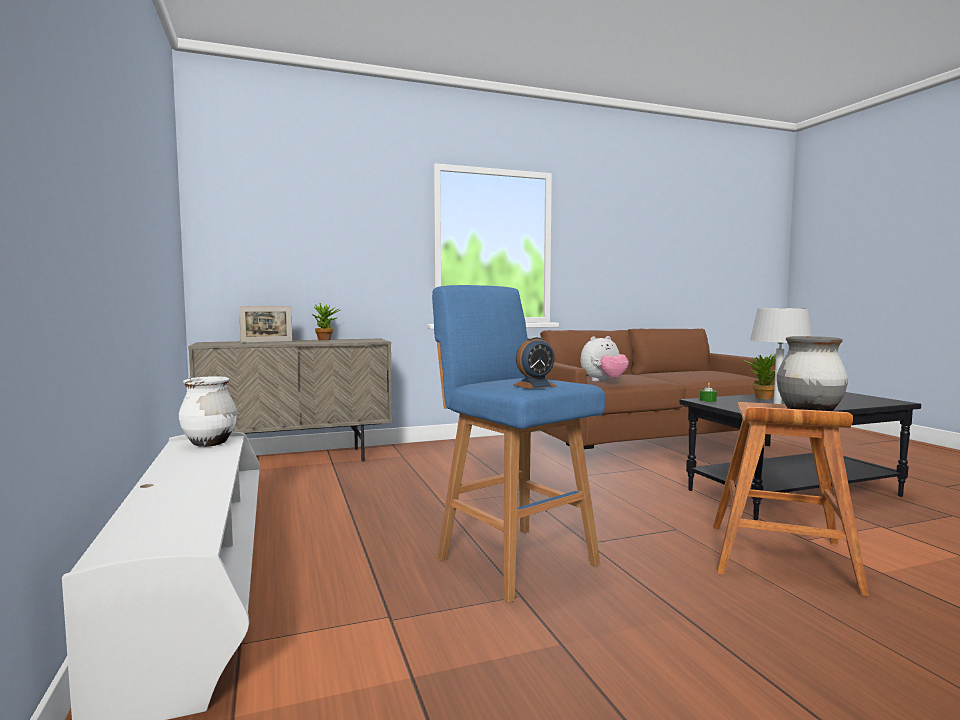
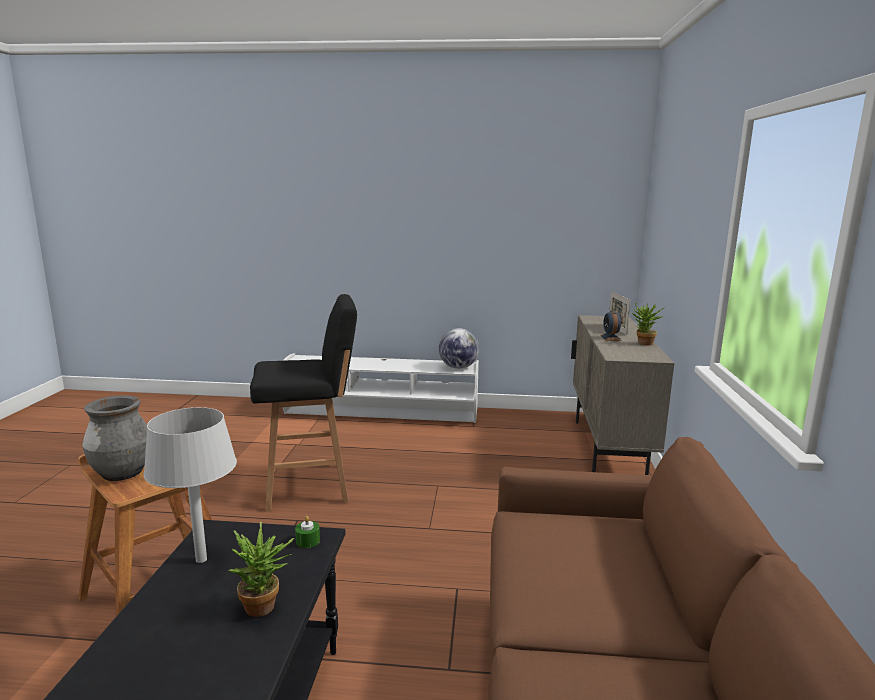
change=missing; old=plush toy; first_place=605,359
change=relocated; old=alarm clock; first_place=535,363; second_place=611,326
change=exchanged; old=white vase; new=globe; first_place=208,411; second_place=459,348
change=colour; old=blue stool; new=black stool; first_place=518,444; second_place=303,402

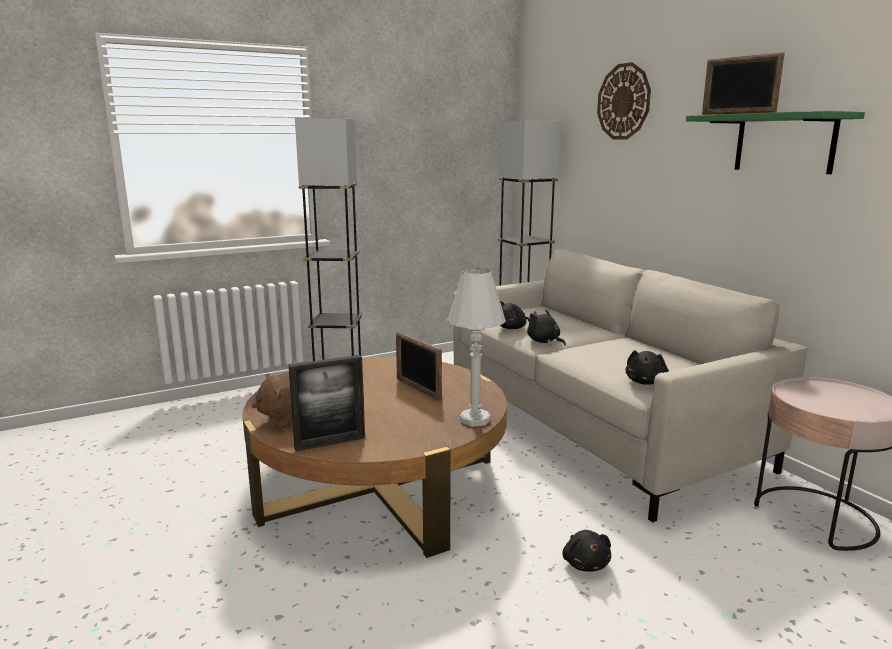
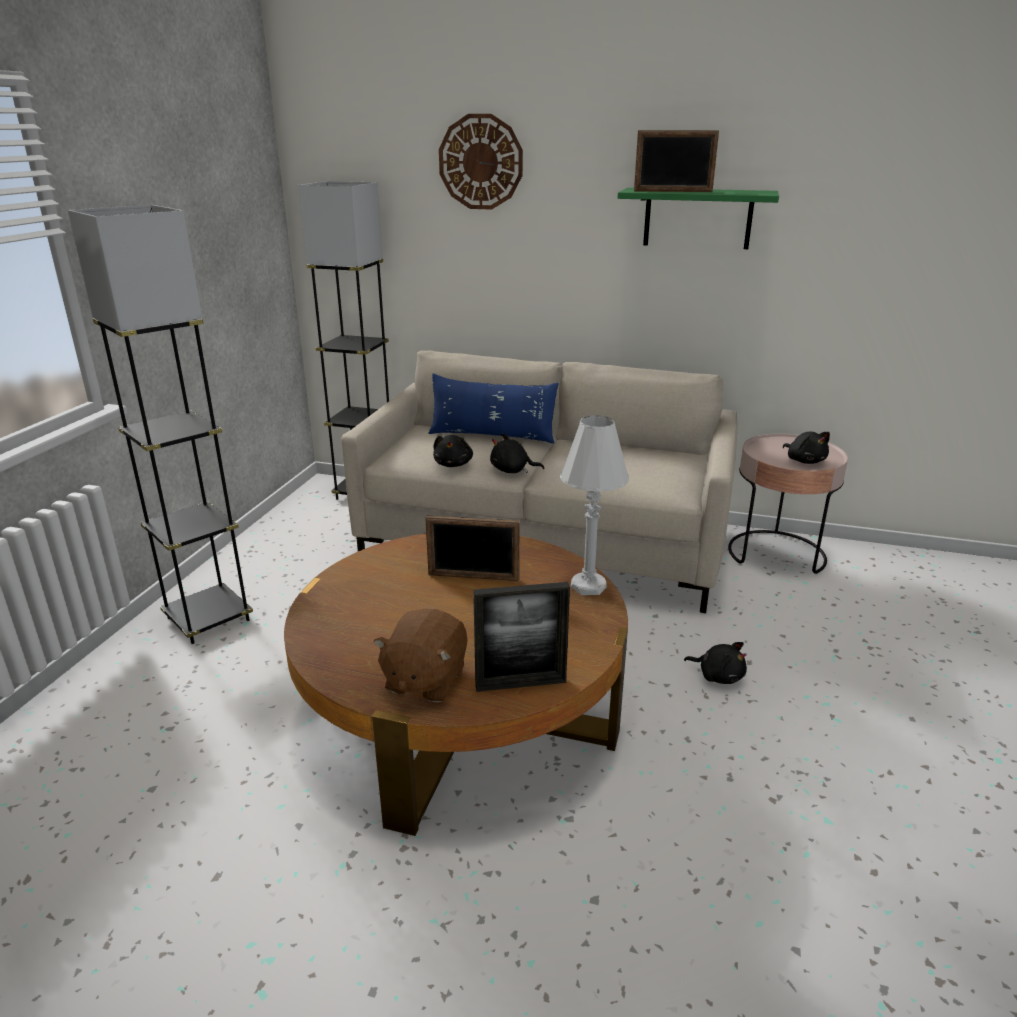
change=appeared; new=blue pillow; second_place=493,408
change=relocated; old=black plush toy; first_place=647,367; second_place=806,448
change=spun; old=picture frame; first_place=326,403; second_place=521,637; degrees=60

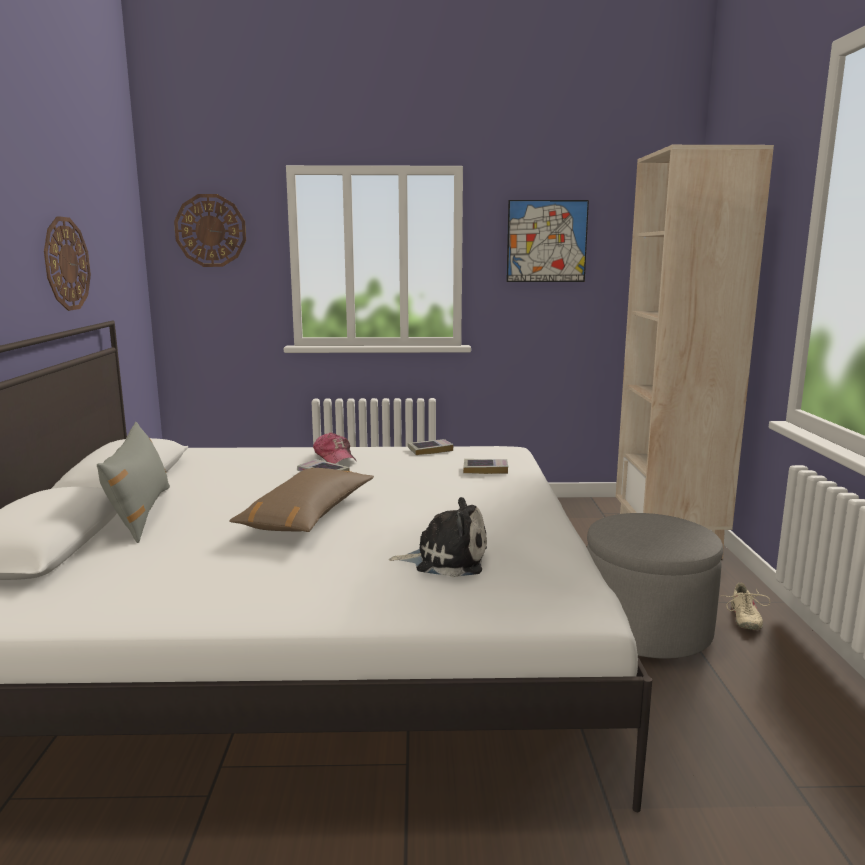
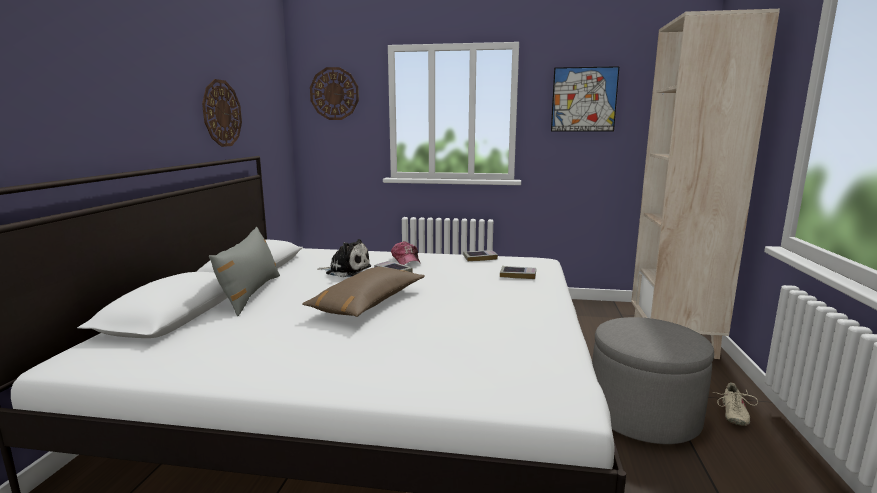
change=relocated; old=plush toy; first_place=438,537; second_place=344,258

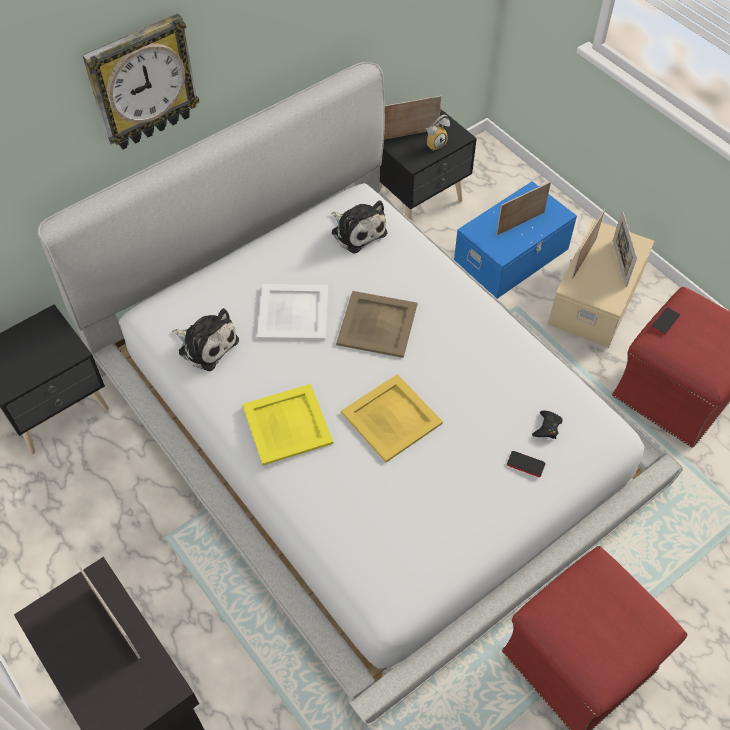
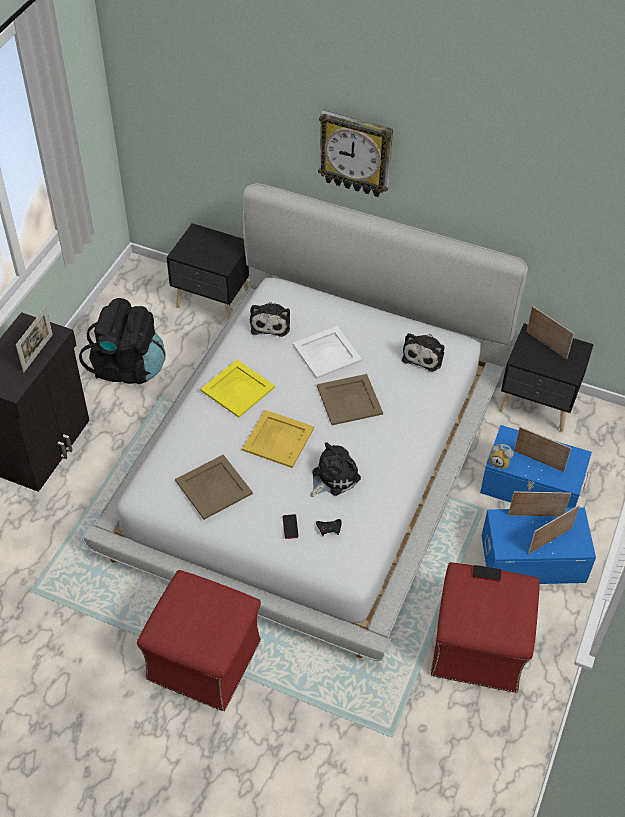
change=appeared; new=black backpack; second_place=122,341
change=appeared; new=beige tray; second_place=214,487
change=appeared; new=plush toy; second_place=335,469
change=relocated; old=alarm clock; first_place=437,133; second_place=502,456
change=colour; old=beige storage box; new=blue storage box; first_place=601,283; second_place=539,545

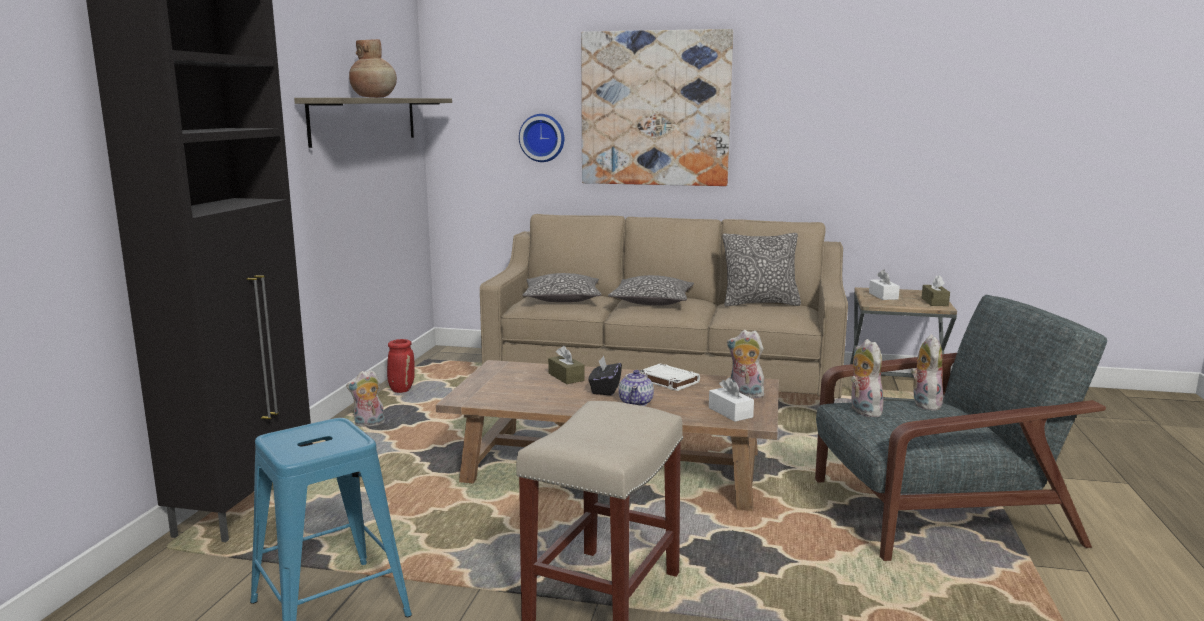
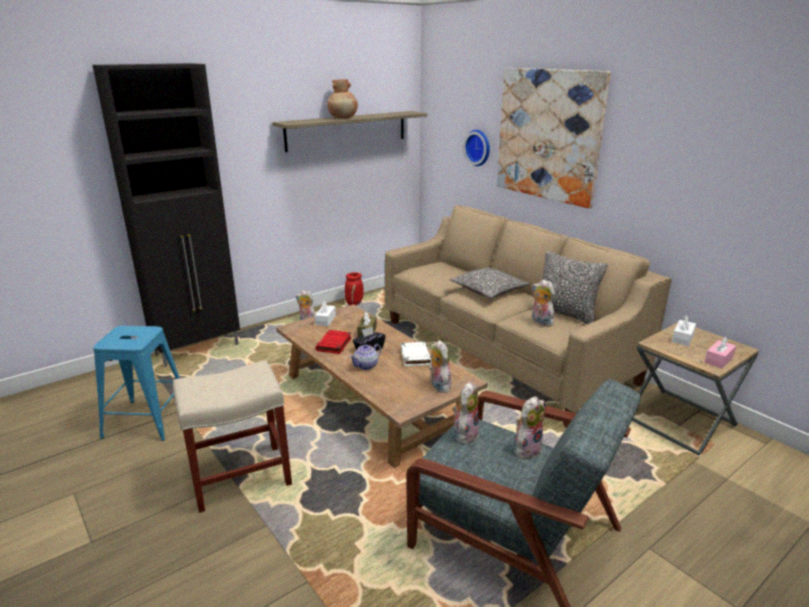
change=missing; old=pillow; first_place=561,288
change=appeared; new=red book; second_place=333,342
change=appeared; new=plush toy; second_place=543,302
change=relocated; old=white tissue box; first_place=731,399; second_place=325,313
change=colour; old=brown tissue box; new=pink tissue box; first_place=936,290; second_place=720,352

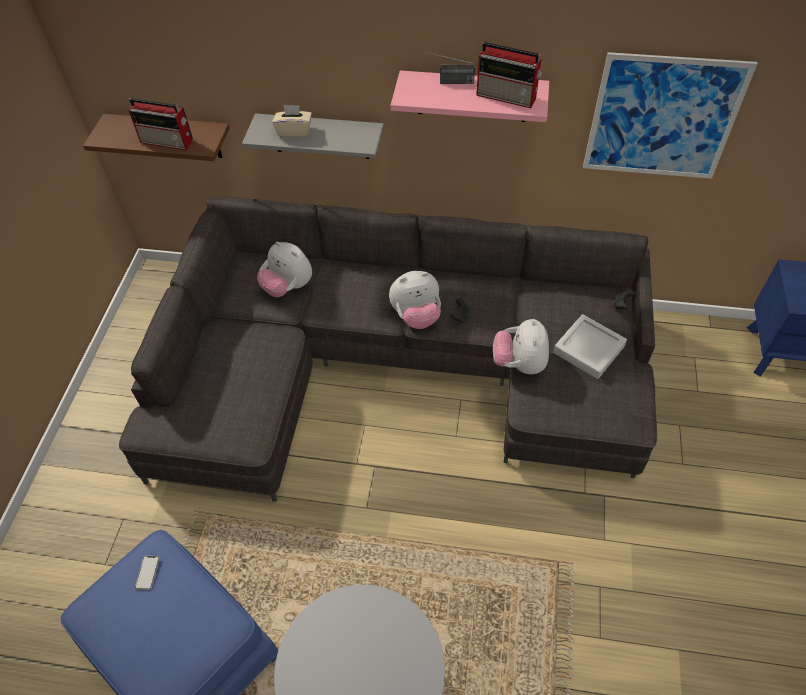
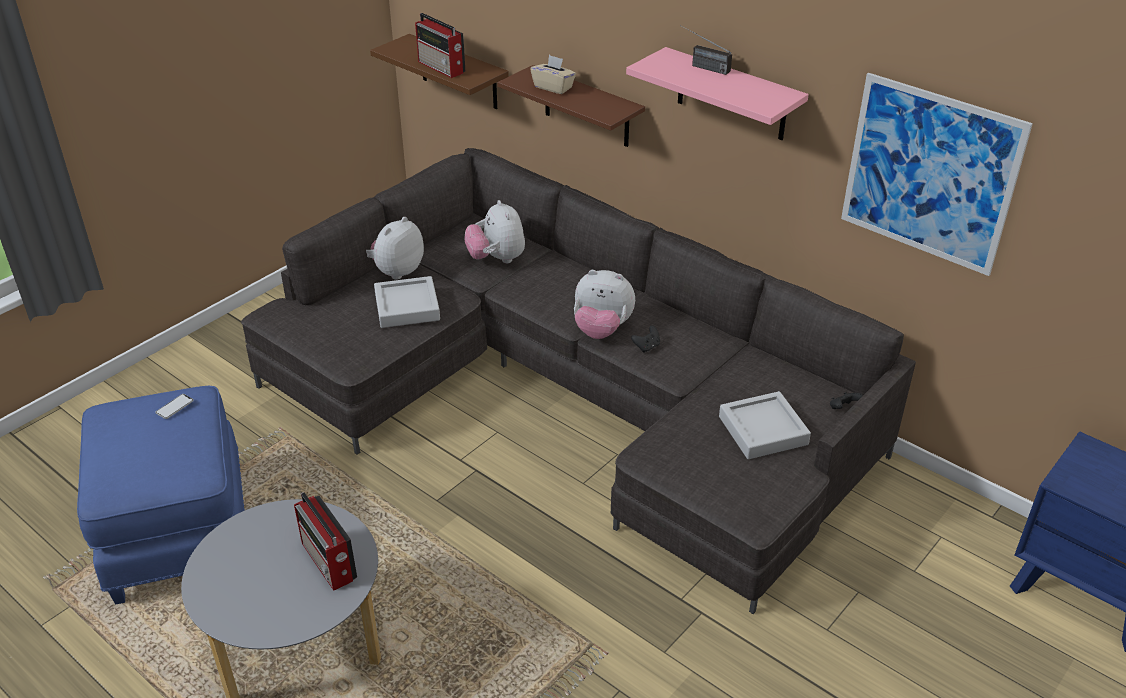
change=appeared; new=grey tray; second_place=407,302
change=relocated; old=radio; first_place=509,75; second_place=325,541
change=relocated; old=plush toy; first_place=521,346; second_place=395,248
change=colour; old=grey shelf; new=brown shelf; first_place=313,136; second_place=571,106

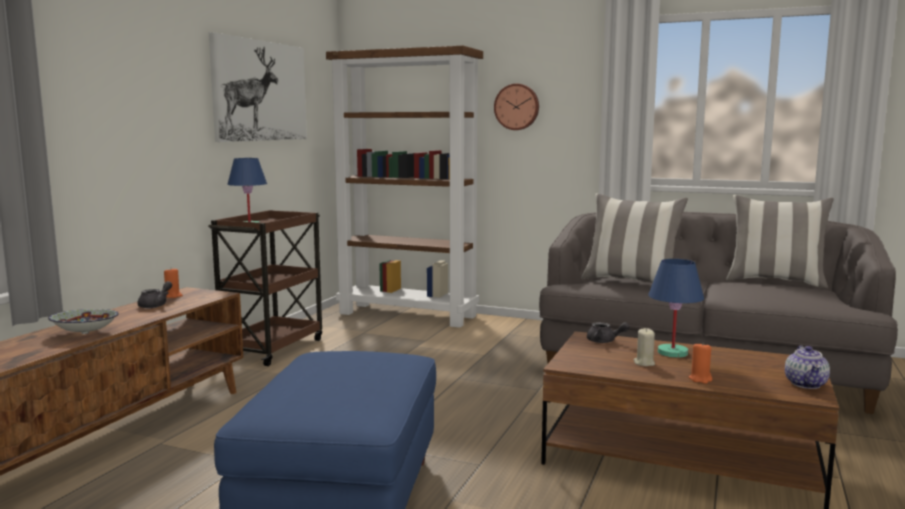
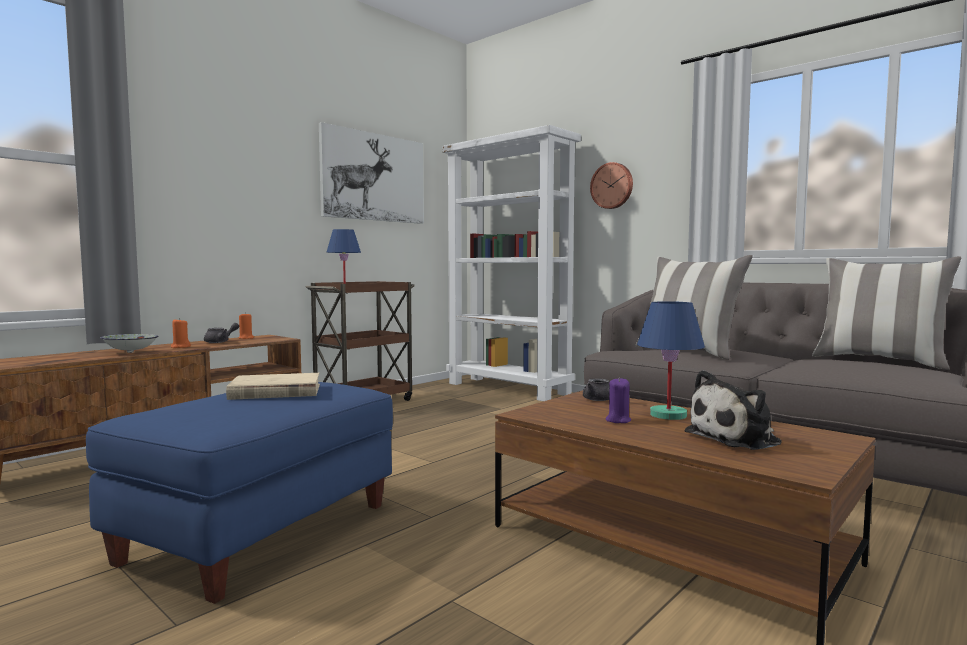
change=missing; old=teapot; first_place=807,367
change=appeared; new=beige book; second_place=273,386
change=appeared; new=plush toy; second_place=733,410
change=relocated; old=orange candle; first_place=700,364; second_place=181,333
change=colour; old=brown bookcase; new=white bookcase; first_place=404,187; second_place=511,263
change=colour; old=beige candle; new=purple candle; first_place=644,347; second_place=618,400

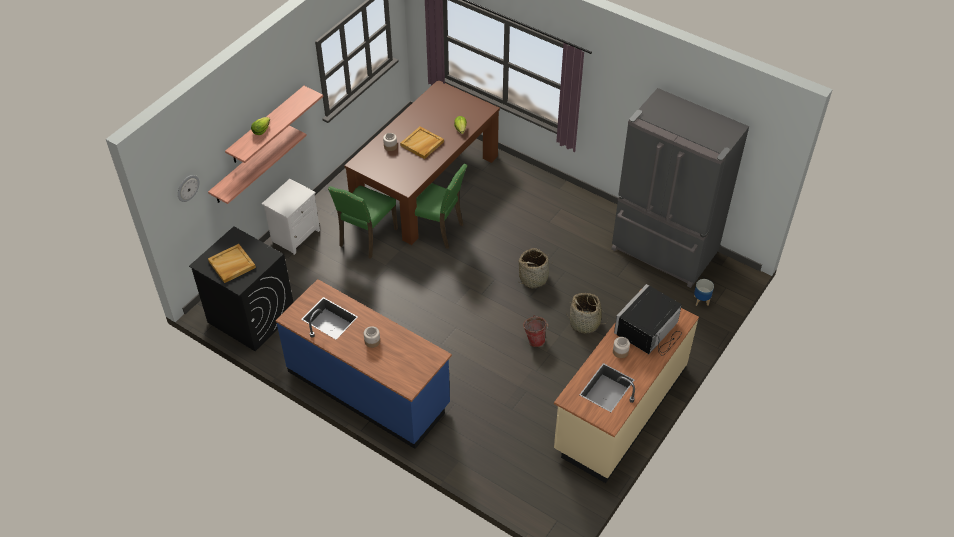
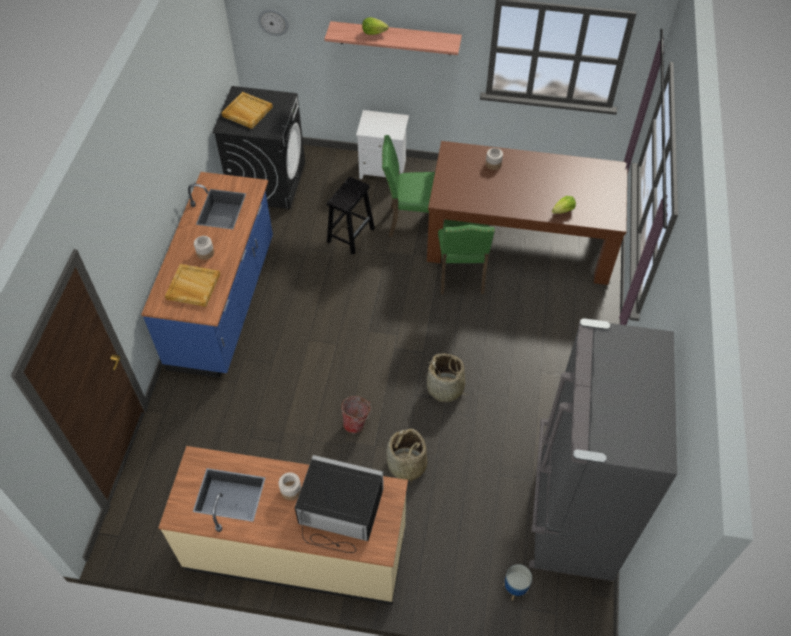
change=missing; old=shelf; first_place=257,164
change=appeared; new=black stool; second_place=351,216
change=relocated; old=beige tray; first_place=422,143; second_place=192,285

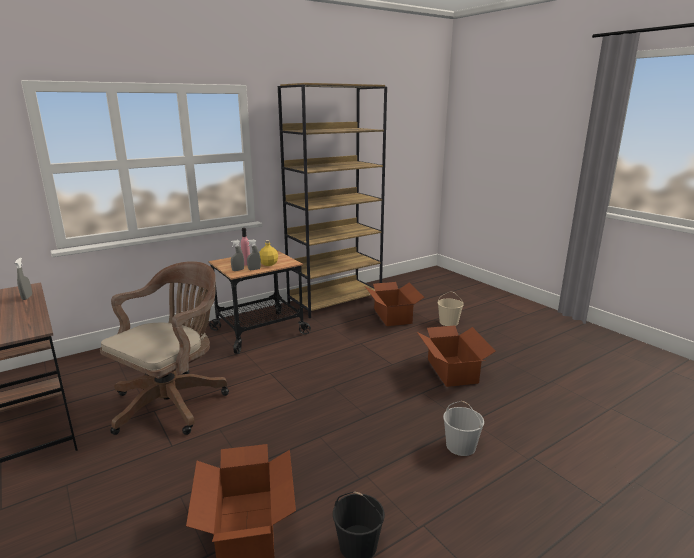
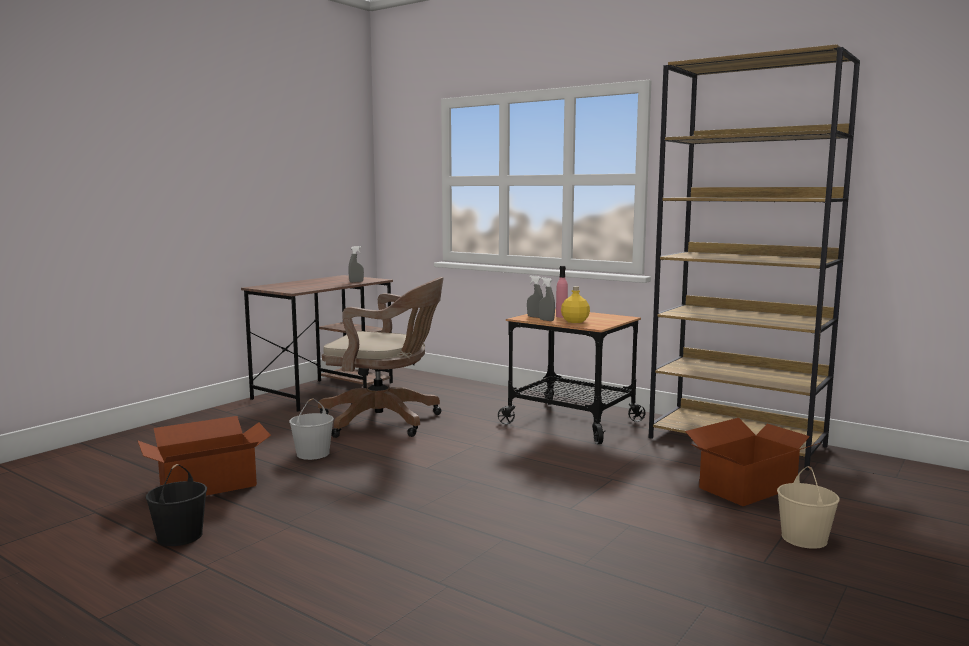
change=missing; old=cardboard box; first_place=456,356
change=relocated; old=white bucket; first_place=463,428; second_place=311,429

